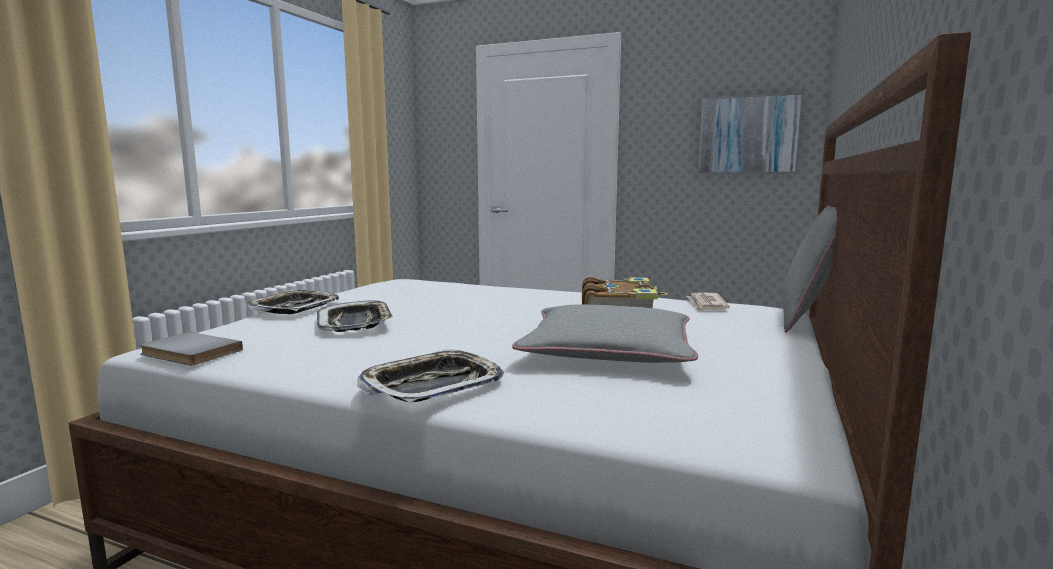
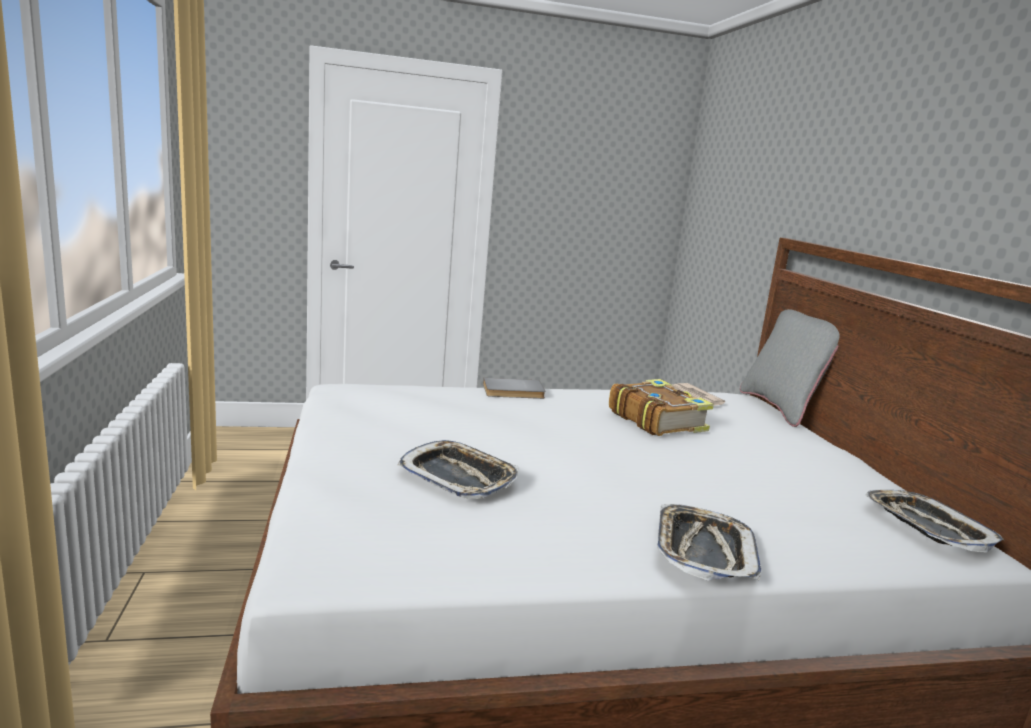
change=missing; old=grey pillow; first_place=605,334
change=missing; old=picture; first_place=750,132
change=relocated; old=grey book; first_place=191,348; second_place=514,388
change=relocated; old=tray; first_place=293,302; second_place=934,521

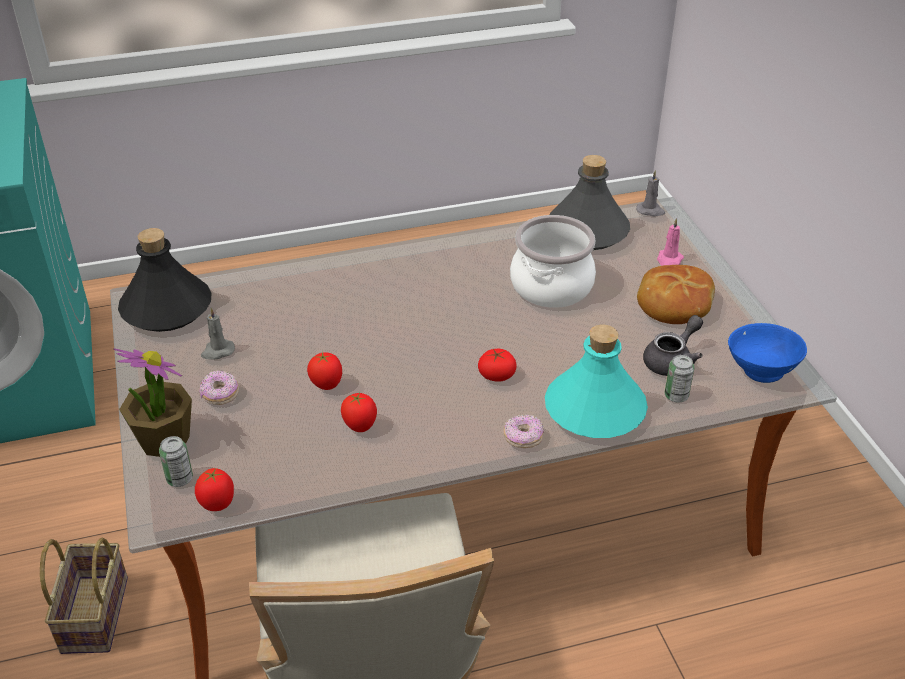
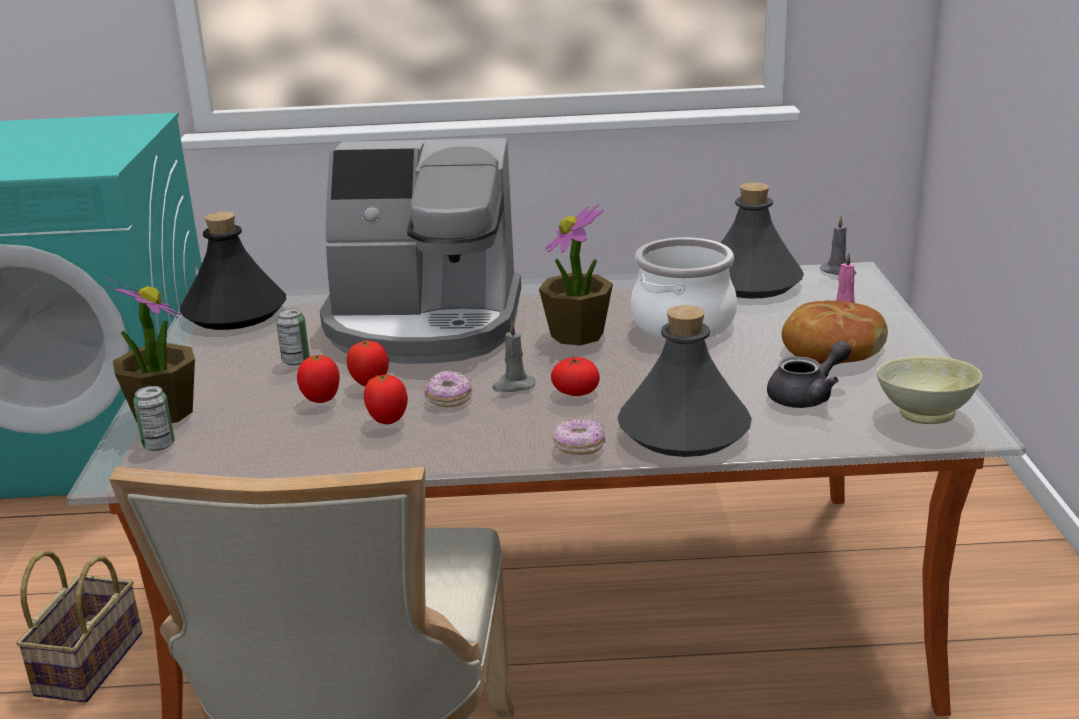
change=appeared; new=coffee machine; second_place=420,251
change=appeared; new=potted plant; second_place=576,275
change=relocated; old=tomato; first_place=214,489; second_place=318,378
change=relocated; old=donut; first_place=219,387; second_place=448,389
change=relocated; old=grey candle; first_place=218,334; second_place=513,356
change=relocated; old=can; first_place=679,378; second_place=293,337
change=colour; old=turquoise bottle; new=grey bottle; first_place=596,381; second_place=684,381
change=colour; old=blue bowl; new=beige bowl; first_place=767,353; second_place=929,390

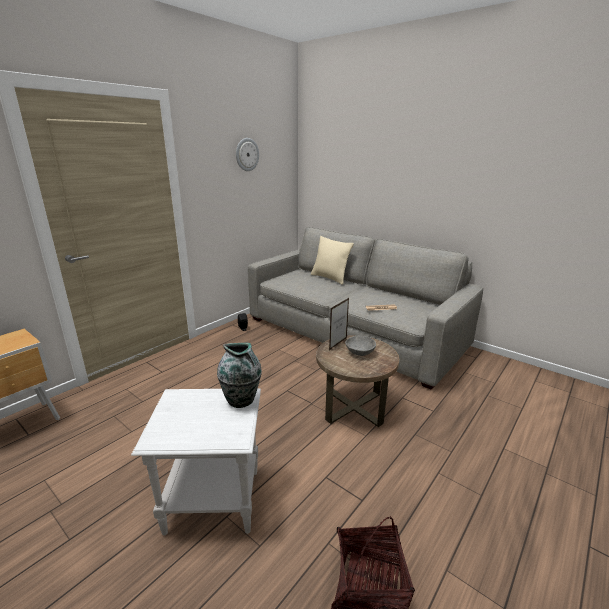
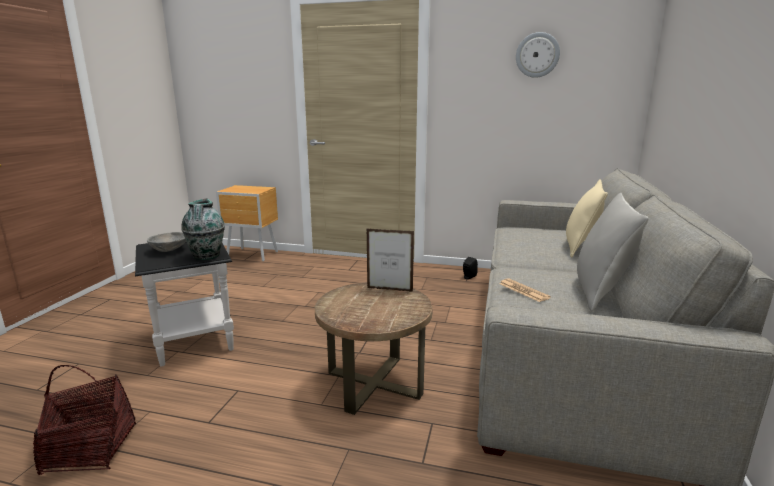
change=appeared; new=grey pillow; second_place=613,252
change=relocated; old=grey bowl; first_place=360,346; second_place=166,242
change=colour; old=white side table; new=black side table; first_place=196,462; second_place=184,304

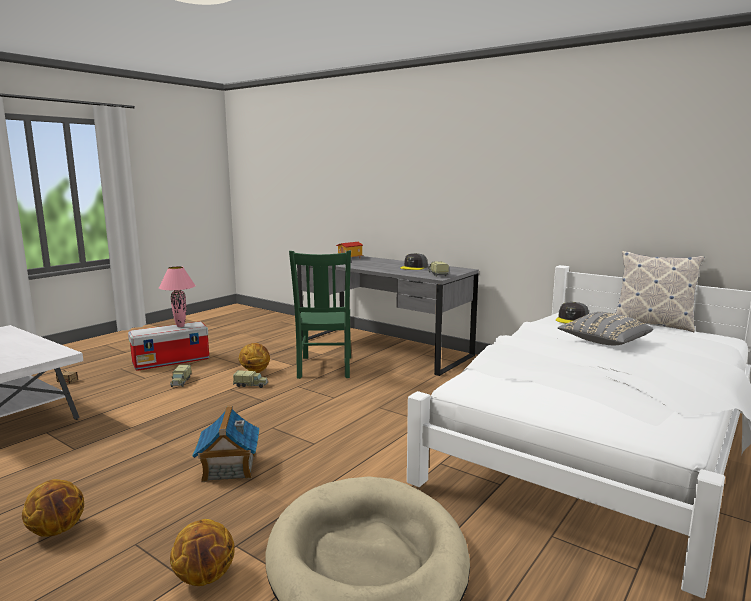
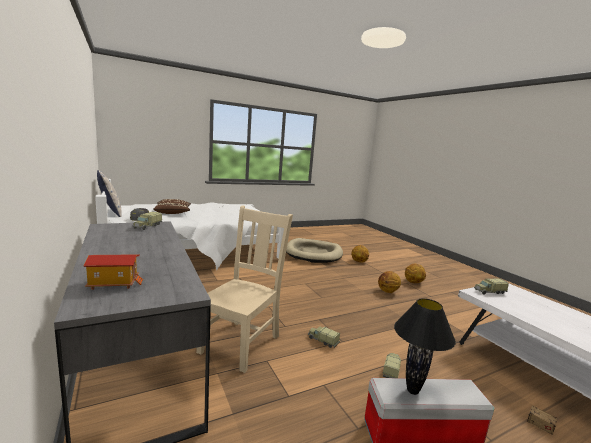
change=missing; old=toy house; first_place=226,444
change=missing; old=grey cap; first_place=414,261
change=appeared; new=toy truck; second_place=491,286
change=relocated; old=basketball; first_place=254,358; second_place=389,282
change=colour; old=pink table lamp; new=black table lamp; first_place=177,296; second_place=425,346
change=colour; old=green chair; new=beige chair; first_place=320,315; second_place=244,289
change=colour; old=grey pillow; new=brown pillow; first_place=605,328; second_place=172,206

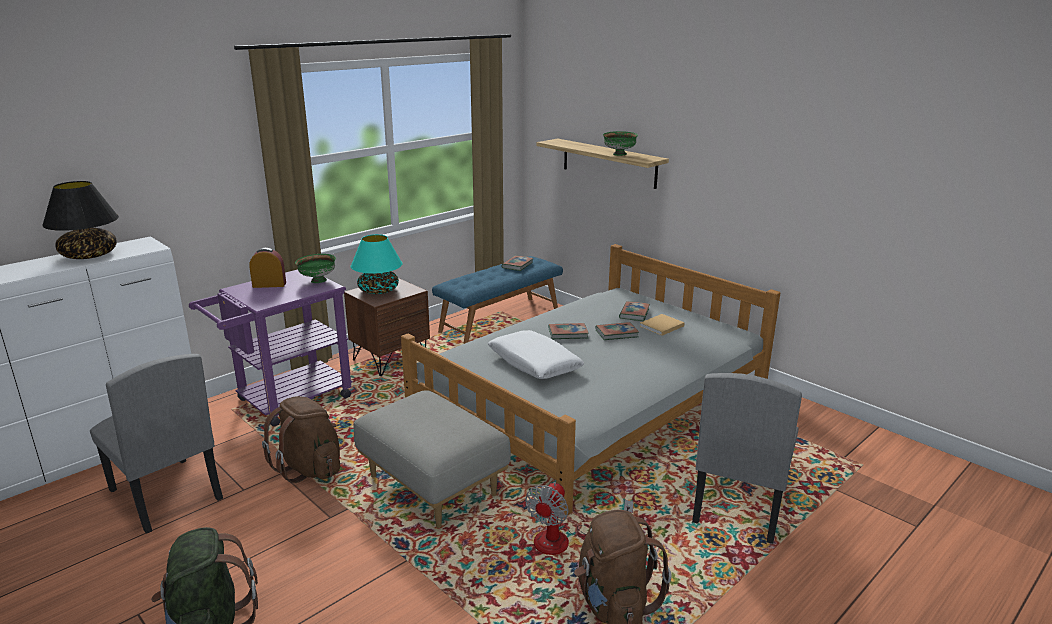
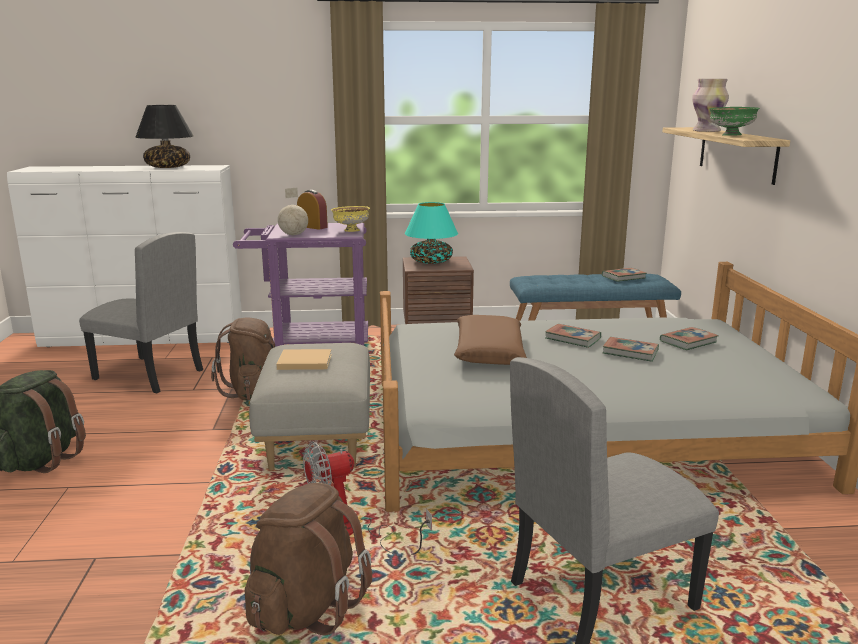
change=appeared; new=globe; second_place=293,211
change=appeared; new=vase; second_place=710,105
change=relocated; old=beige book; first_place=662,325; second_place=304,359
change=colour; old=green bowl; new=yellow bowl; first_place=315,268; second_place=350,219
change=colour; old=white pillow; new=brown pillow; first_place=536,354; second_place=490,340
change=spun; old=grey chair; first_place=156,444; second_place=141,312; degrees=-60

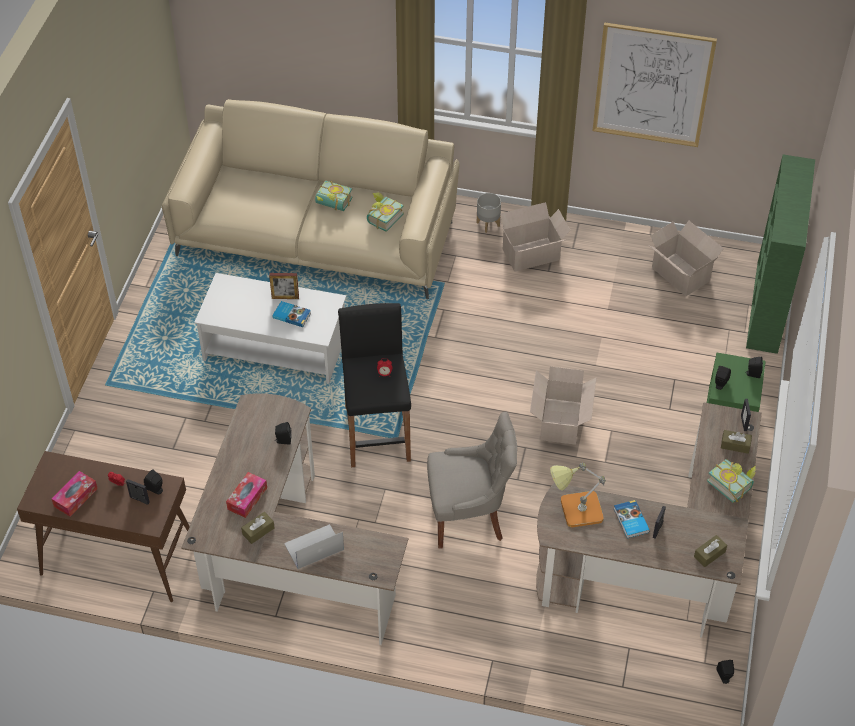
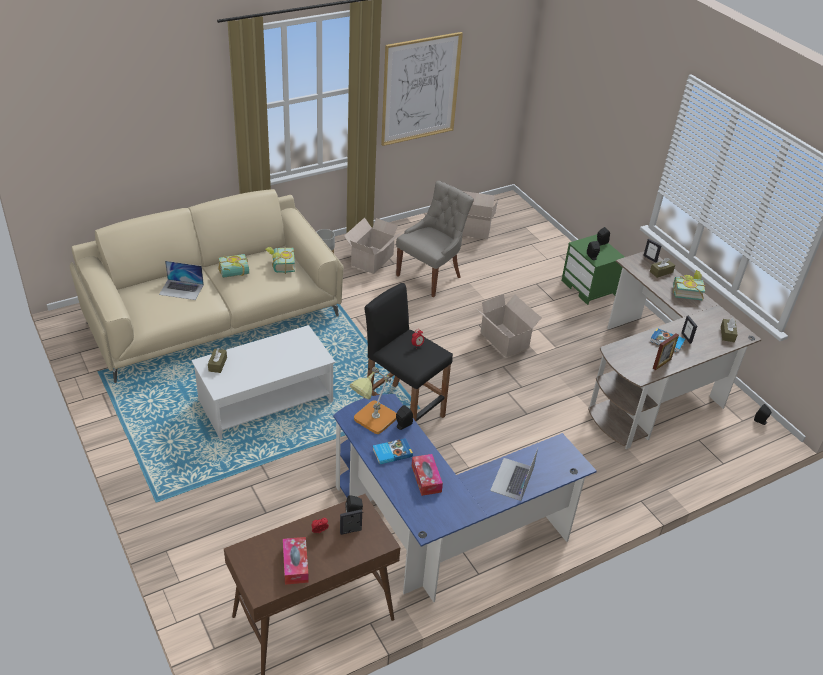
change=missing; old=green bookcase; first_place=780,254
change=appeared; new=laptop; second_place=181,280
change=relocated; old=brown tissue box; first_place=258,528; second_place=217,360
change=relocated; old=picture frame; first_place=284,286; second_place=666,351
change=relocated; old=book; first_place=292,314; second_place=393,451
change=relocated; old=grey chair; first_place=472,480; second_place=435,239
change=relocated; old=table lamp; first_place=578,495; second_place=373,400
change=colour; old=brown desk; new=blue desk; first_place=294,519; second_place=465,498

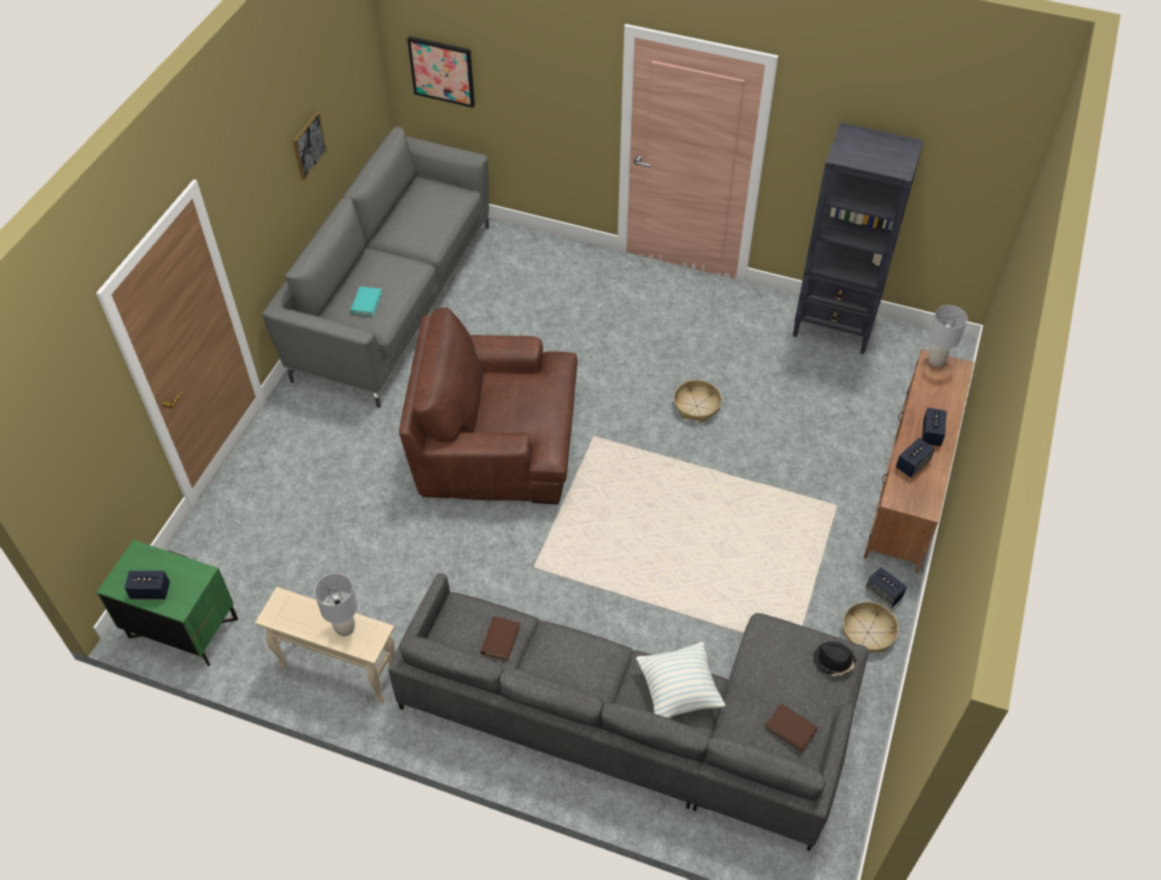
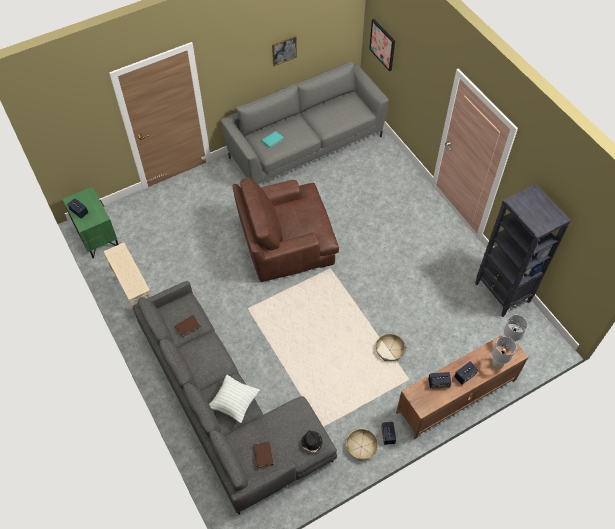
change=relocated; old=grey table lamp; first_place=335,604; second_place=504,353
change=relocated; old=basket; first_place=698,401; second_place=390,347
change=spun; old=brown armchair; first_place=488,406; second_place=285,230; degrees=-60

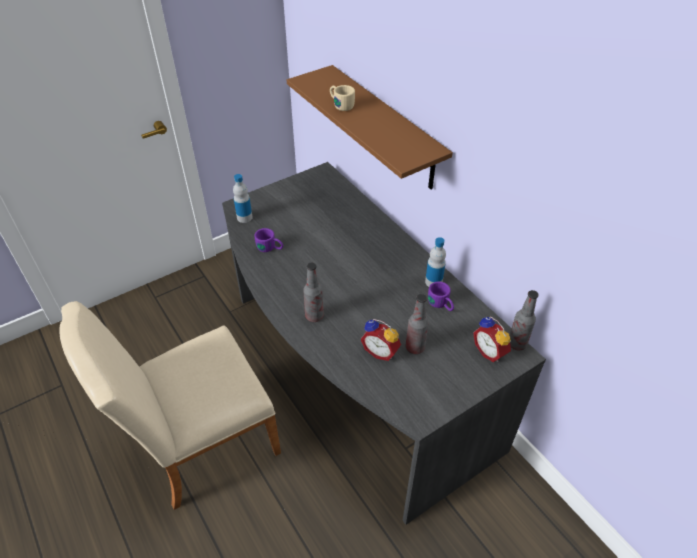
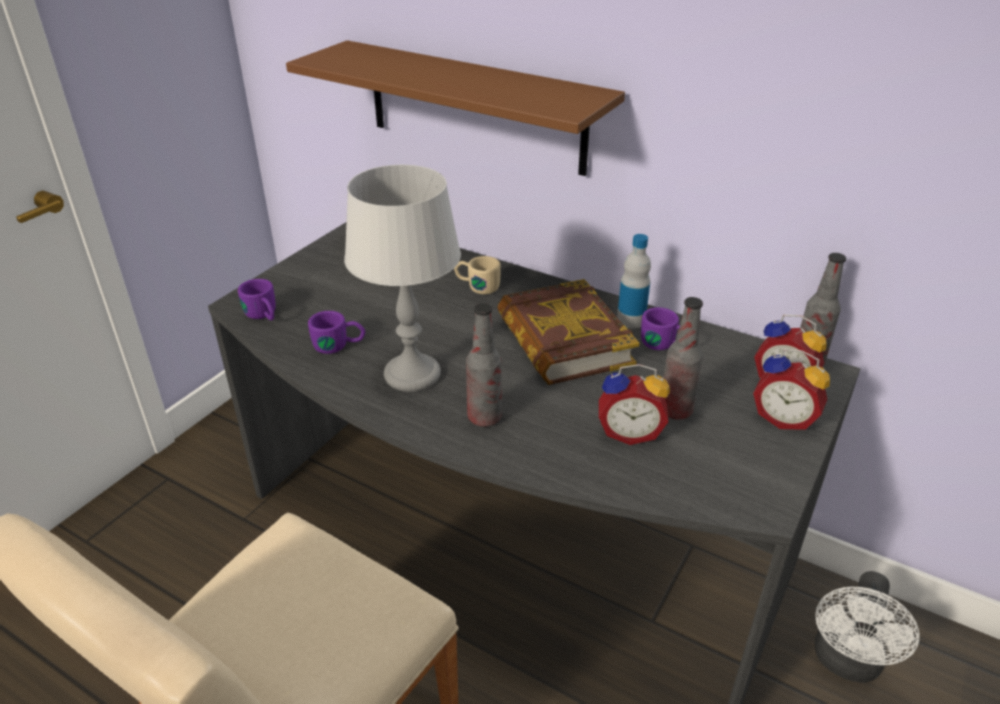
change=appeared; new=grey table lamp; second_place=402,278
change=appeared; new=book; second_place=568,332
change=appeared; new=alarm clock; second_place=791,389
change=appeared; new=white fan; second_place=867,627
change=relocated; old=beige mug; first_place=342,98; second_place=477,275
change=exchanged; old=bottle; new=purple mug; first_place=243,198; second_place=257,299

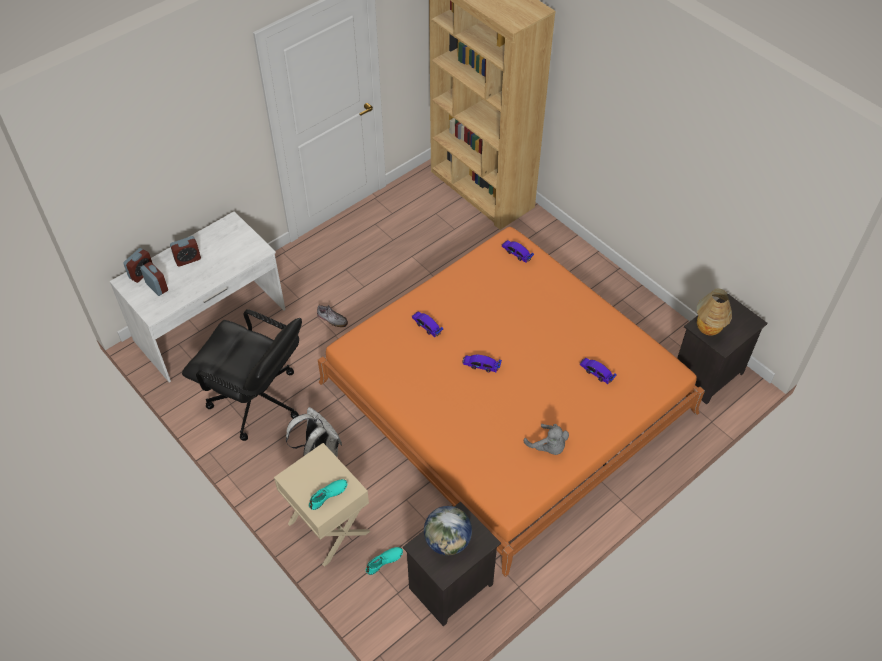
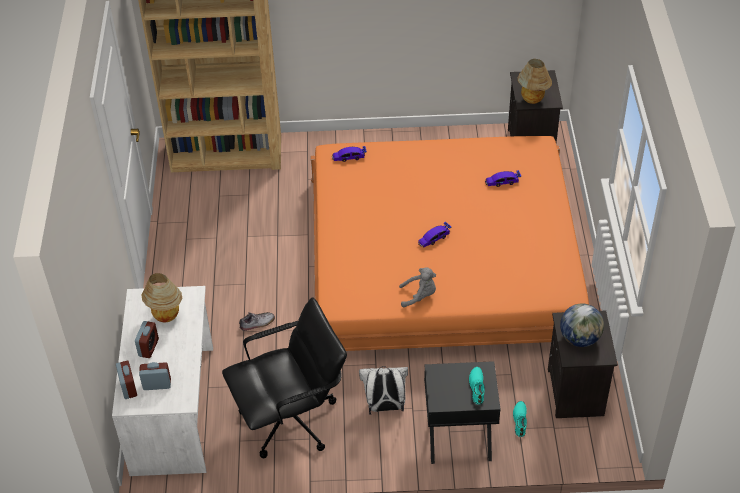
change=missing; old=toy car; first_place=428,324
change=appeared; new=table lamp; second_place=162,297
change=relocated; old=grey plush toy; first_place=546,439; second_place=417,287
change=colour; old=beige nightstand; new=black nightstand; first_place=322,505; second_place=462,412

